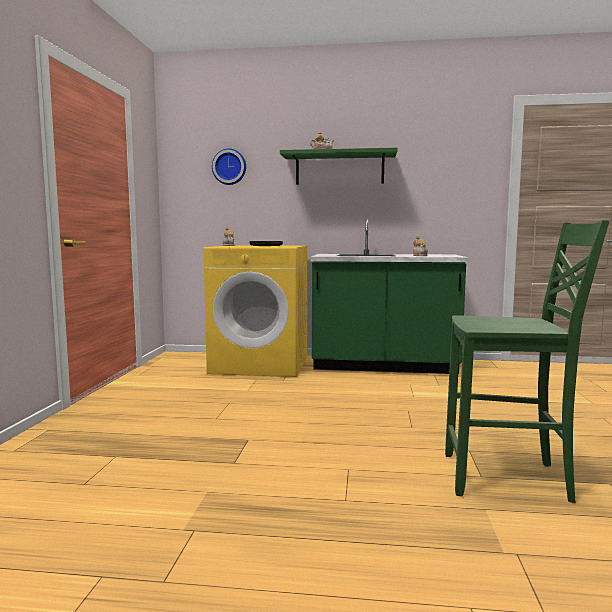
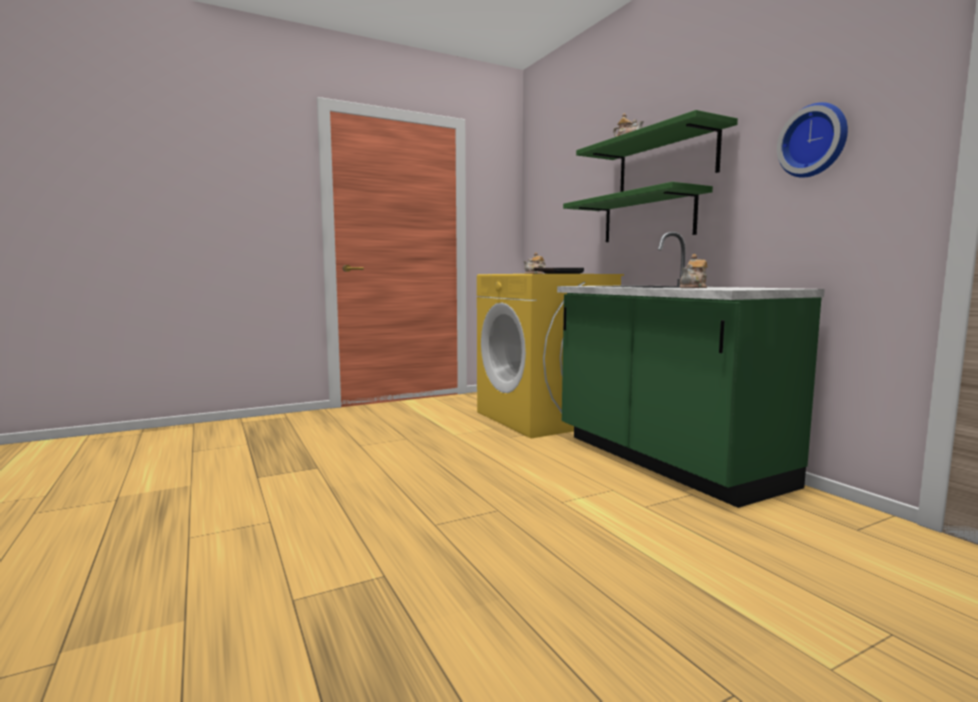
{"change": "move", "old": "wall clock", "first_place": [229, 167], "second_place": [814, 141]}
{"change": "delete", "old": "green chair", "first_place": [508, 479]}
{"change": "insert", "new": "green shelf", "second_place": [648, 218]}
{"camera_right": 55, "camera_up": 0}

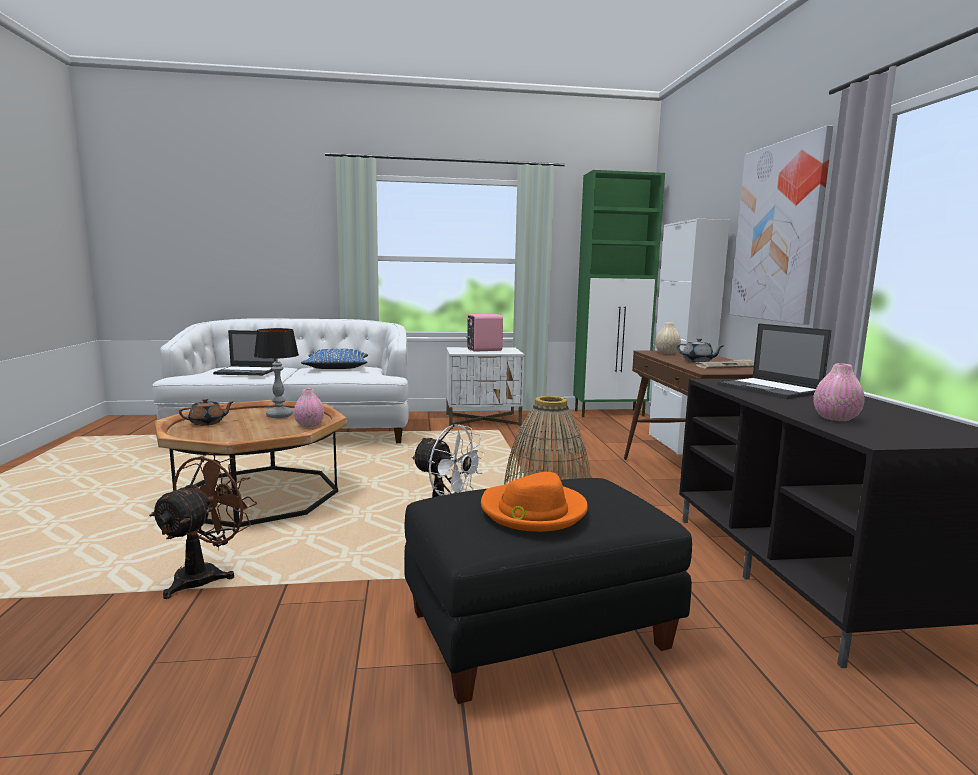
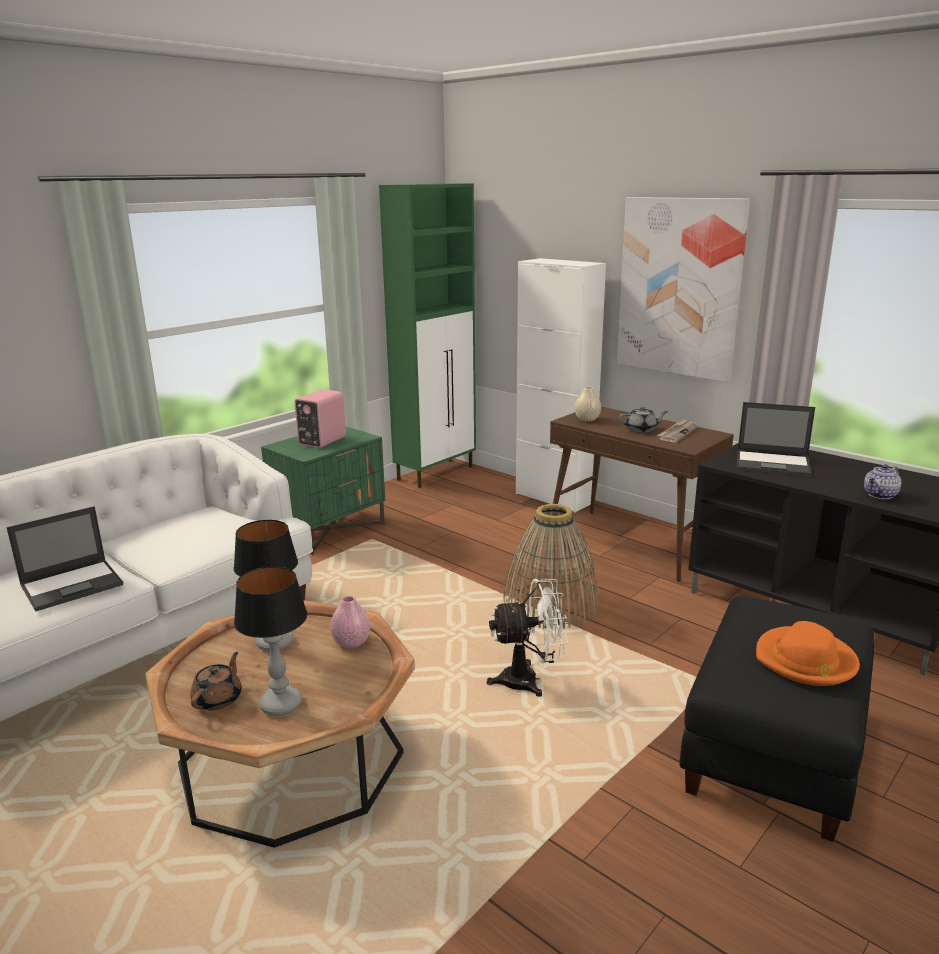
{"change": "recolor", "old": "white nightstand", "new": "green nightstand", "first_place": [483, 420], "second_place": [330, 530]}
{"change": "delete", "old": "blue pillow", "first_place": [336, 367]}
{"change": "replace", "old": "pink vase", "new": "teapot", "first_place": [835, 418], "second_place": [880, 495]}
{"change": "delete", "old": "brown fan", "first_place": [205, 575]}
{"change": "insert", "new": "table lamp", "second_place": [281, 705]}
{"camera_right": -40, "camera_up": 10}

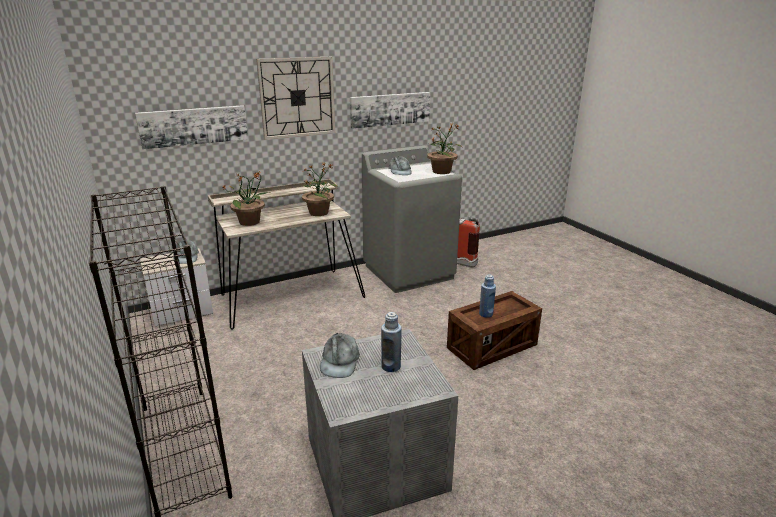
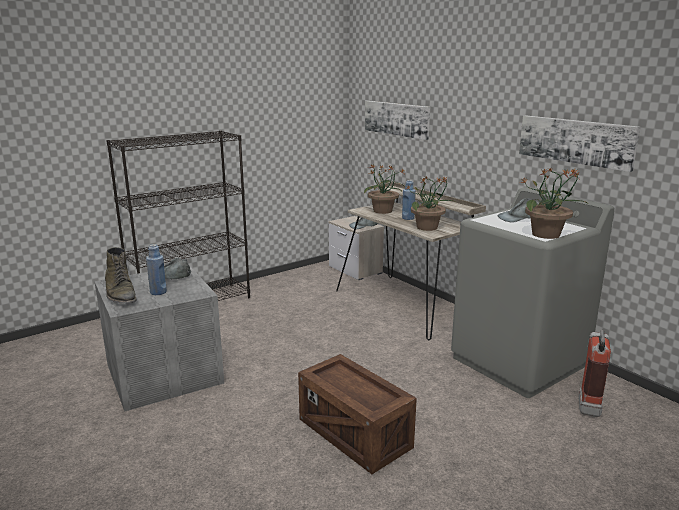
{"change": "delete", "old": "wall clock", "first_place": [297, 97]}
{"change": "move", "old": "blue bottle", "first_place": [486, 314], "second_place": [408, 218]}
{"change": "insert", "new": "green boot", "second_place": [120, 294]}
{"camera_right": 80, "camera_up": -5}

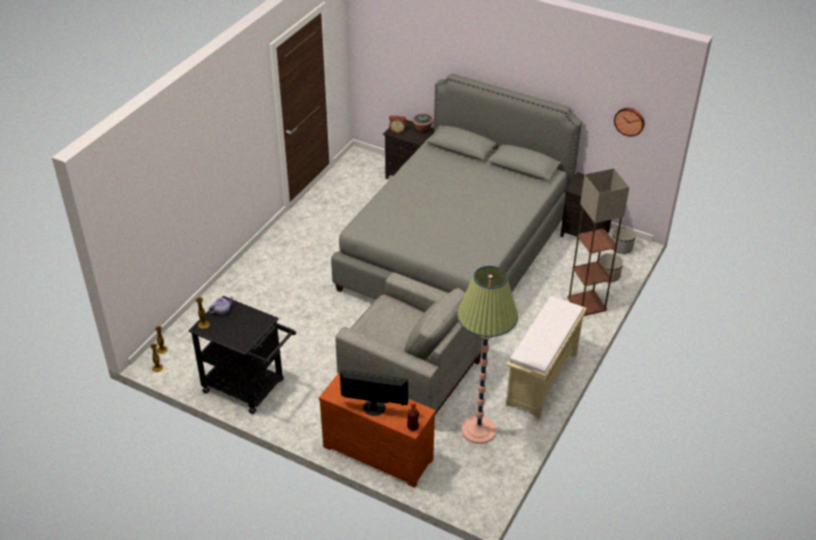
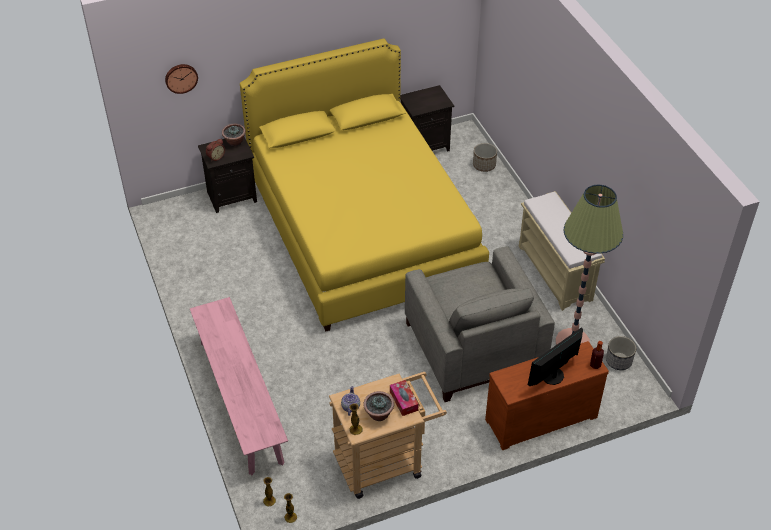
{"change": "recolor", "old": "grey bed", "new": "yellow bed", "first_place": [455, 252], "second_place": [362, 230]}
{"change": "move", "old": "wall clock", "first_place": [629, 121], "second_place": [181, 78]}
{"change": "delete", "old": "floor lamp", "first_place": [587, 304]}
{"change": "move", "old": "planter", "first_place": [621, 248], "second_place": [618, 361]}
{"change": "rotate", "old": "grey armchair", "first_place": [408, 374], "second_place": [472, 346], "degrees": 90}
{"change": "recolor", "old": "black cart", "new": "beige cart", "first_place": [249, 388], "second_place": [385, 462]}
{"change": "insert", "new": "pink bench", "second_place": [240, 401]}
{"change": "insert", "new": "tissue box", "second_place": [403, 401]}
{"change": "insert", "new": "potted plant", "second_place": [378, 415]}
{"camera_right": -50, "camera_up": 5}

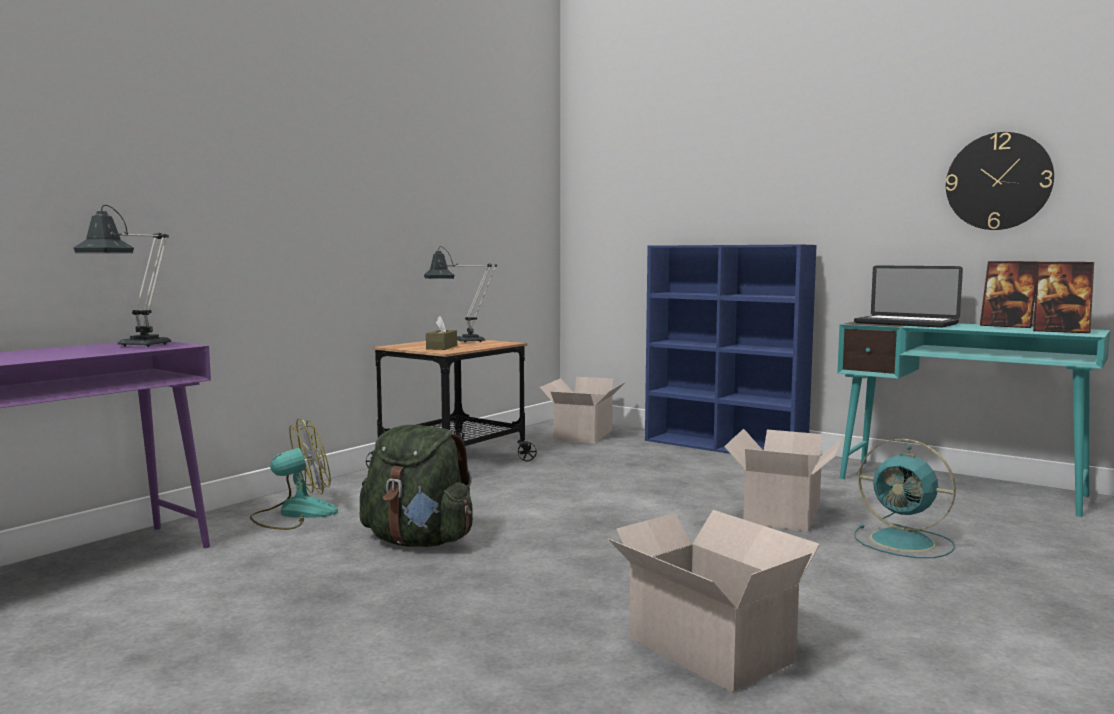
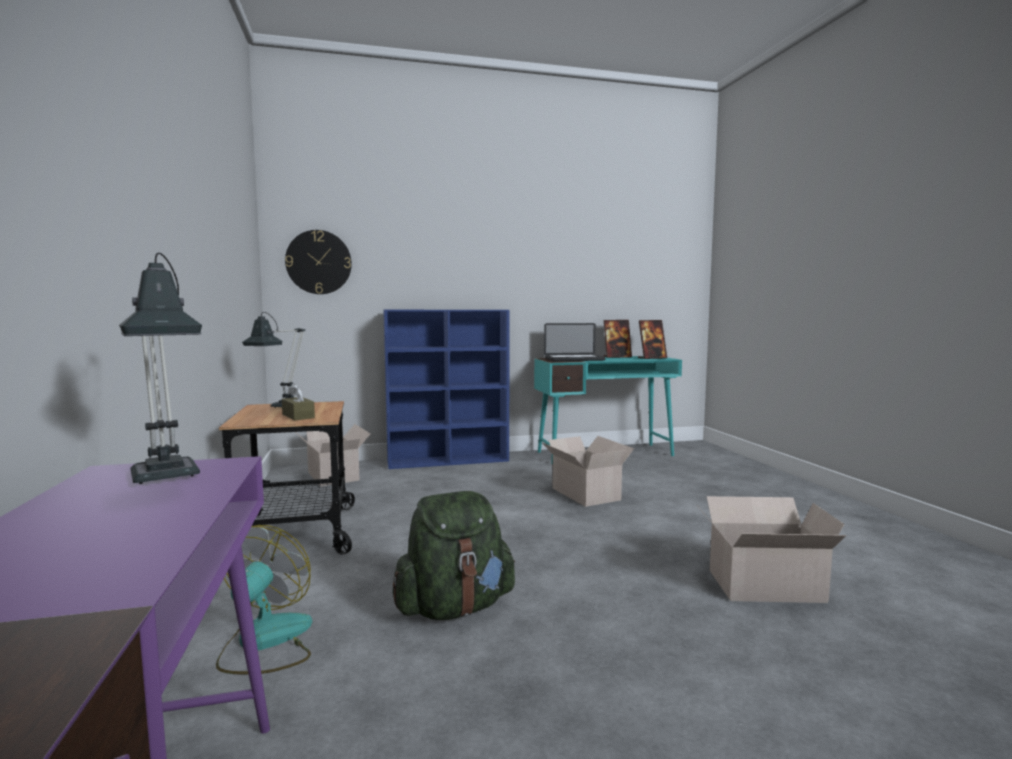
{"change": "move", "old": "wall clock", "first_place": [998, 181], "second_place": [318, 262]}
{"change": "delete", "old": "turquoise fan", "first_place": [905, 542]}
{"camera_right": -50, "camera_up": 0}

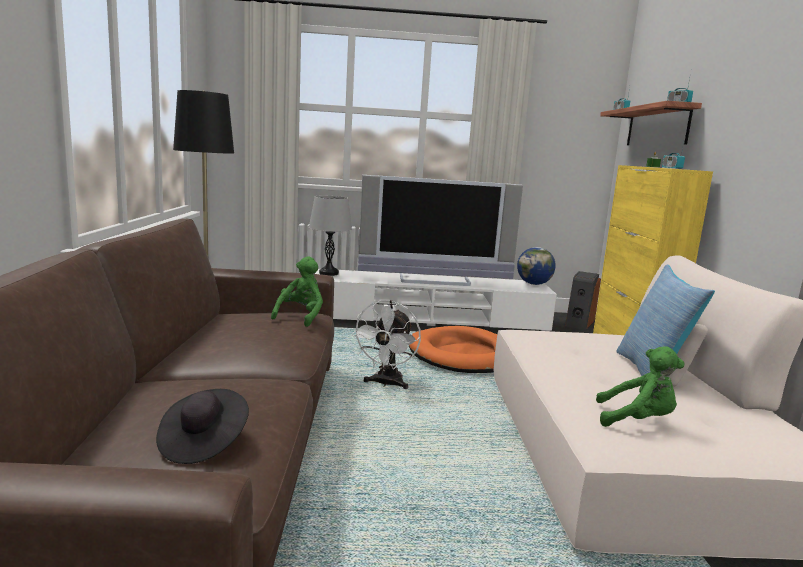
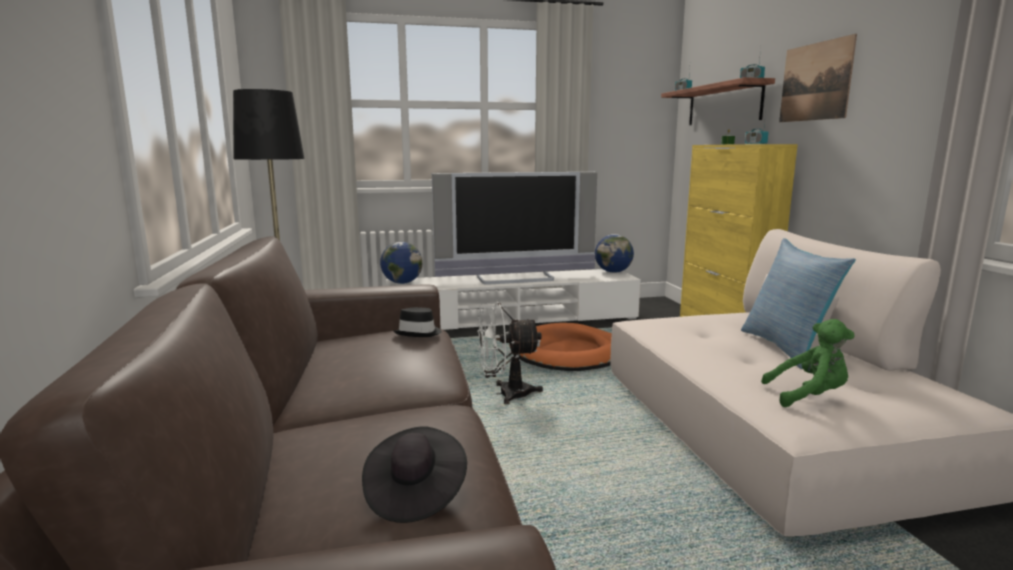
{"change": "replace", "old": "grey table lamp", "new": "globe", "first_place": [328, 273], "second_place": [402, 283]}
{"change": "replace", "old": "green plush toy", "new": "black hat", "first_place": [301, 316], "second_place": [419, 333]}
{"change": "delete", "old": "speaker", "first_place": [579, 323]}
{"change": "rotate", "old": "white fan", "first_place": [386, 384], "second_place": [506, 394], "degrees": 75}
{"change": "insert", "new": "picture", "second_place": [815, 82]}
{"camera_right": -10, "camera_up": 0}

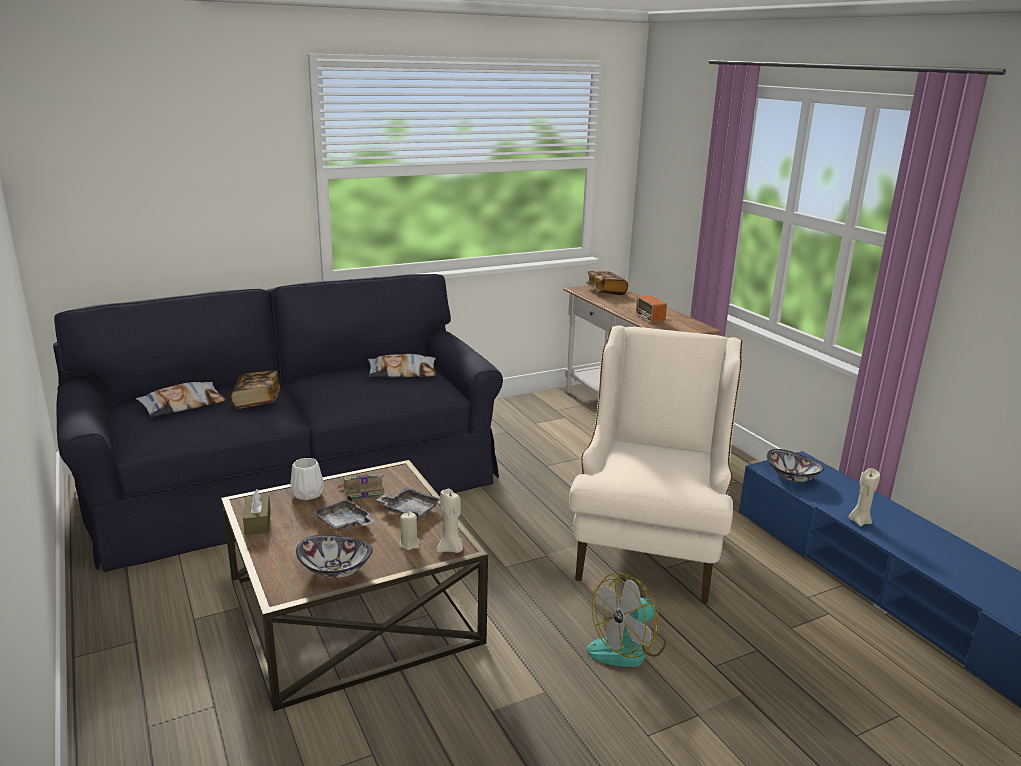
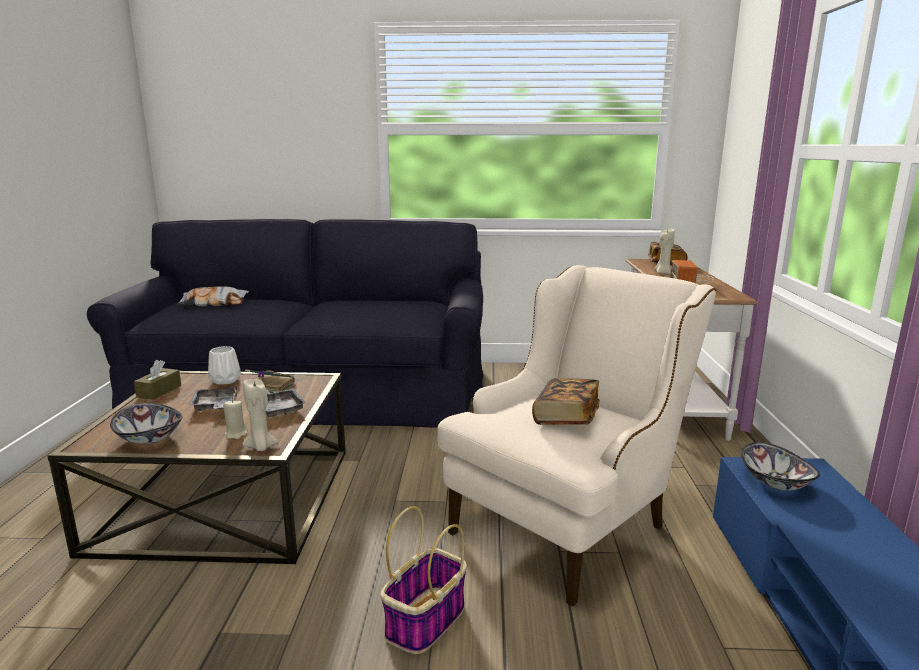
{"change": "delete", "old": "pillow", "first_place": [402, 372]}
{"change": "move", "old": "book", "first_place": [257, 401], "second_place": [566, 417]}
{"change": "move", "old": "beige candle", "first_place": [859, 521], "second_place": [663, 273]}
{"change": "replace", "old": "fan", "new": "basket", "first_place": [627, 647], "second_place": [425, 622]}
{"camera_right": 30, "camera_up": -5}

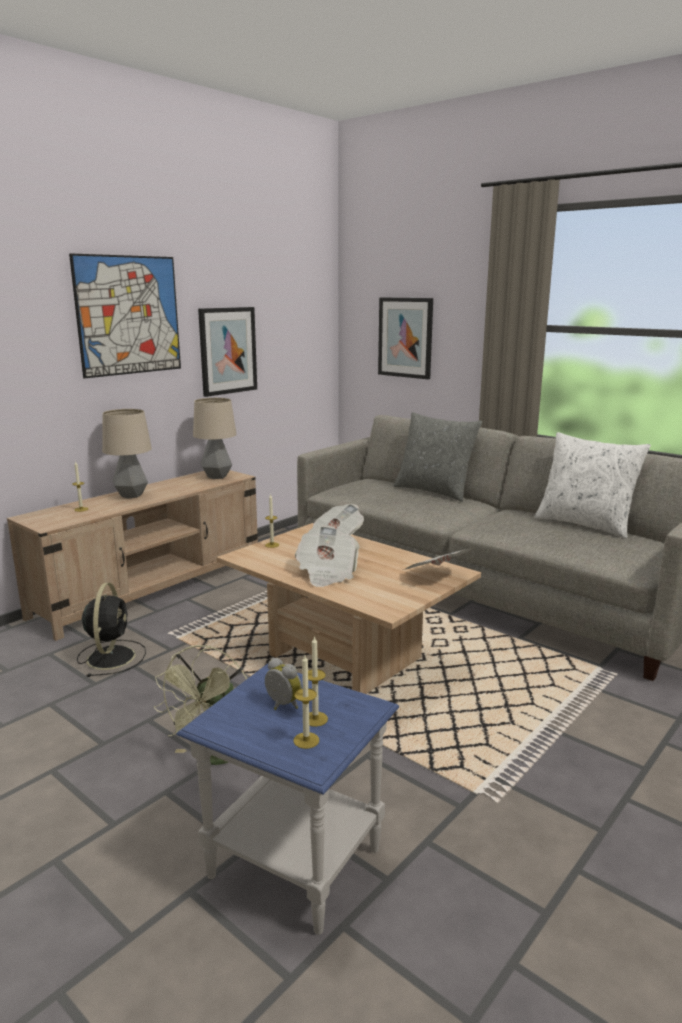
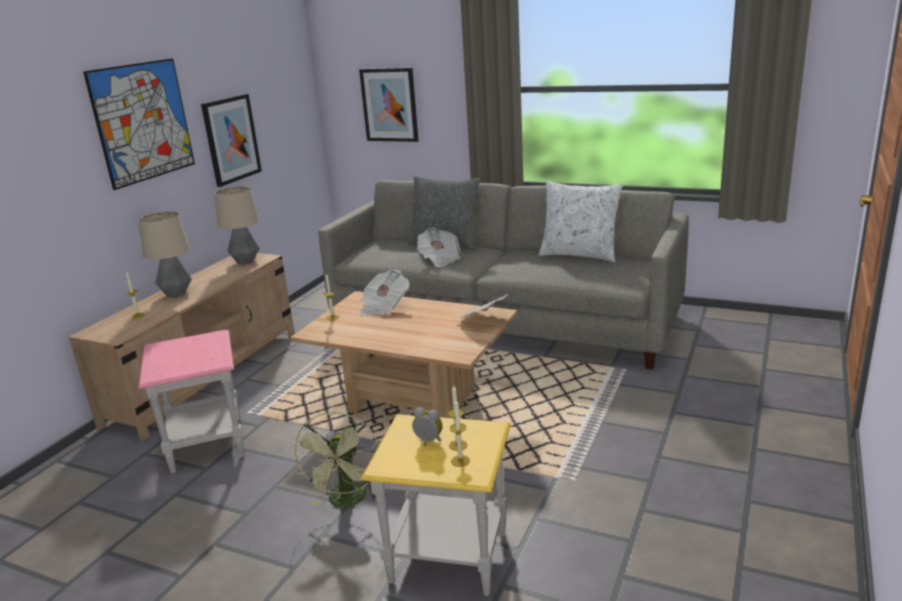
{"change": "move", "old": "newspaper", "first_place": [327, 573], "second_place": [439, 259]}
{"change": "replace", "old": "black fan", "new": "pink side table", "first_place": [111, 656], "second_place": [207, 443]}
{"change": "recolor", "old": "blue side table", "new": "yellow side table", "first_place": [293, 862], "second_place": [447, 556]}
{"camera_right": -15, "camera_up": 5}

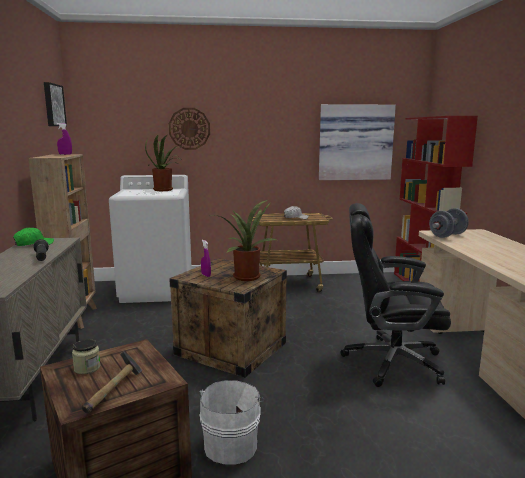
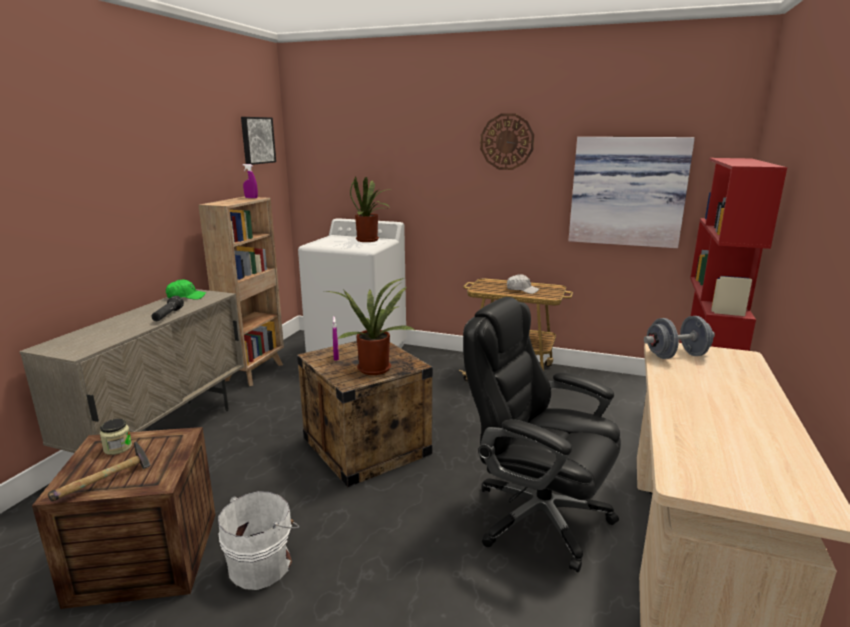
{"change": "move", "old": "wall clock", "first_place": [189, 128], "second_place": [507, 142]}
{"camera_right": 25, "camera_up": 5}

